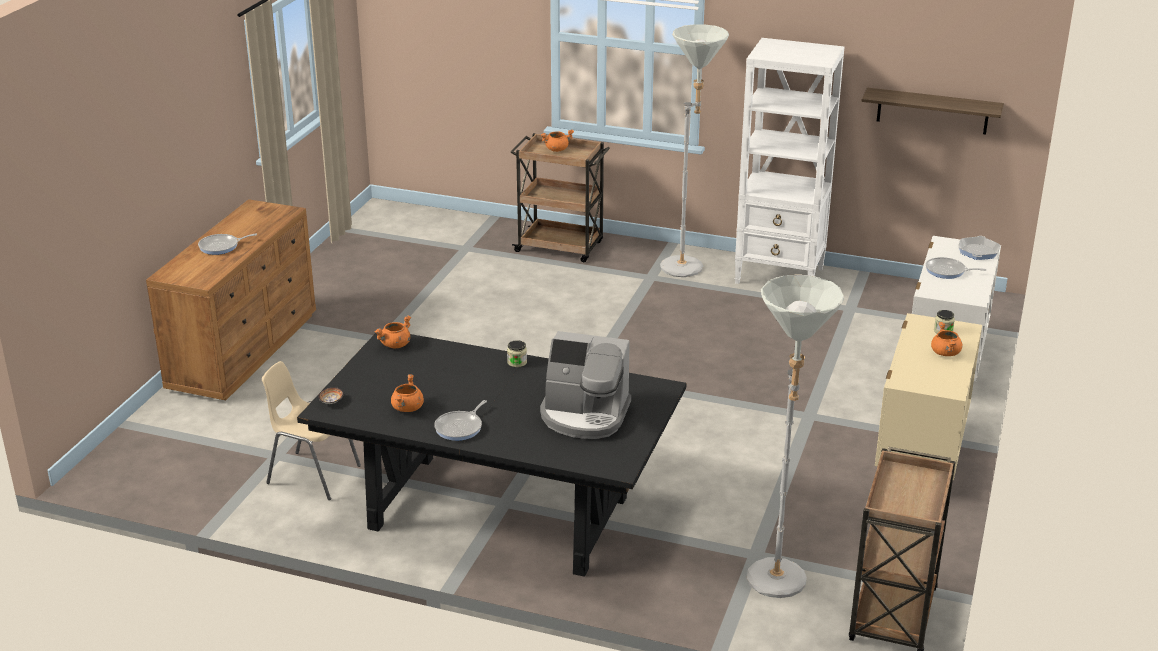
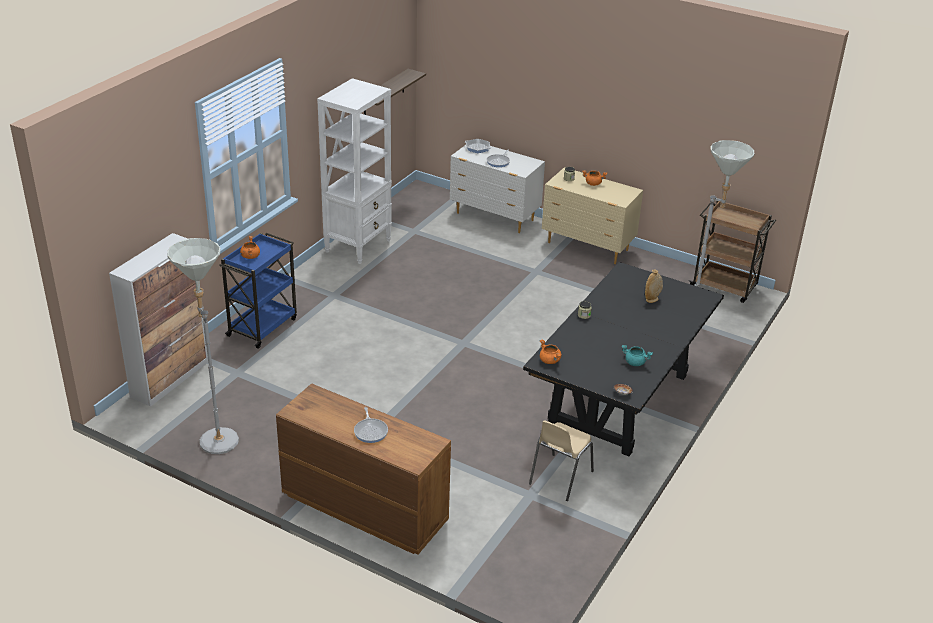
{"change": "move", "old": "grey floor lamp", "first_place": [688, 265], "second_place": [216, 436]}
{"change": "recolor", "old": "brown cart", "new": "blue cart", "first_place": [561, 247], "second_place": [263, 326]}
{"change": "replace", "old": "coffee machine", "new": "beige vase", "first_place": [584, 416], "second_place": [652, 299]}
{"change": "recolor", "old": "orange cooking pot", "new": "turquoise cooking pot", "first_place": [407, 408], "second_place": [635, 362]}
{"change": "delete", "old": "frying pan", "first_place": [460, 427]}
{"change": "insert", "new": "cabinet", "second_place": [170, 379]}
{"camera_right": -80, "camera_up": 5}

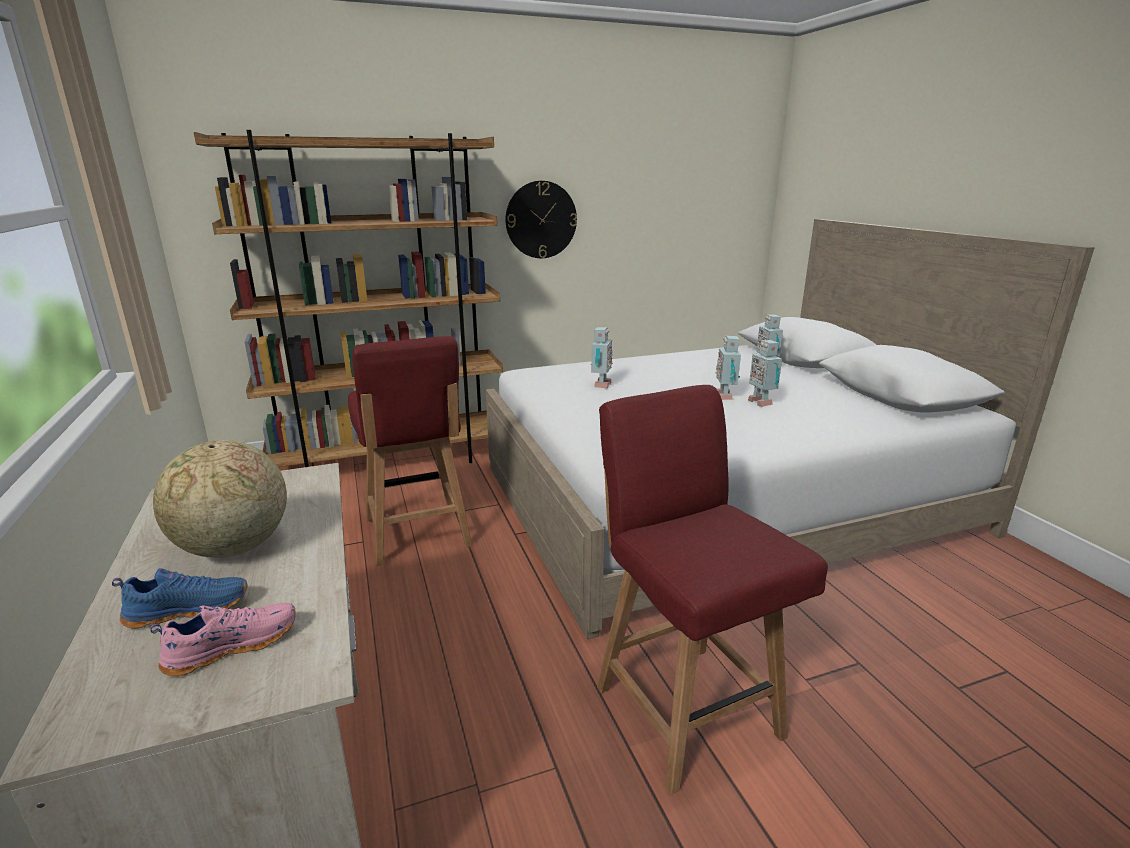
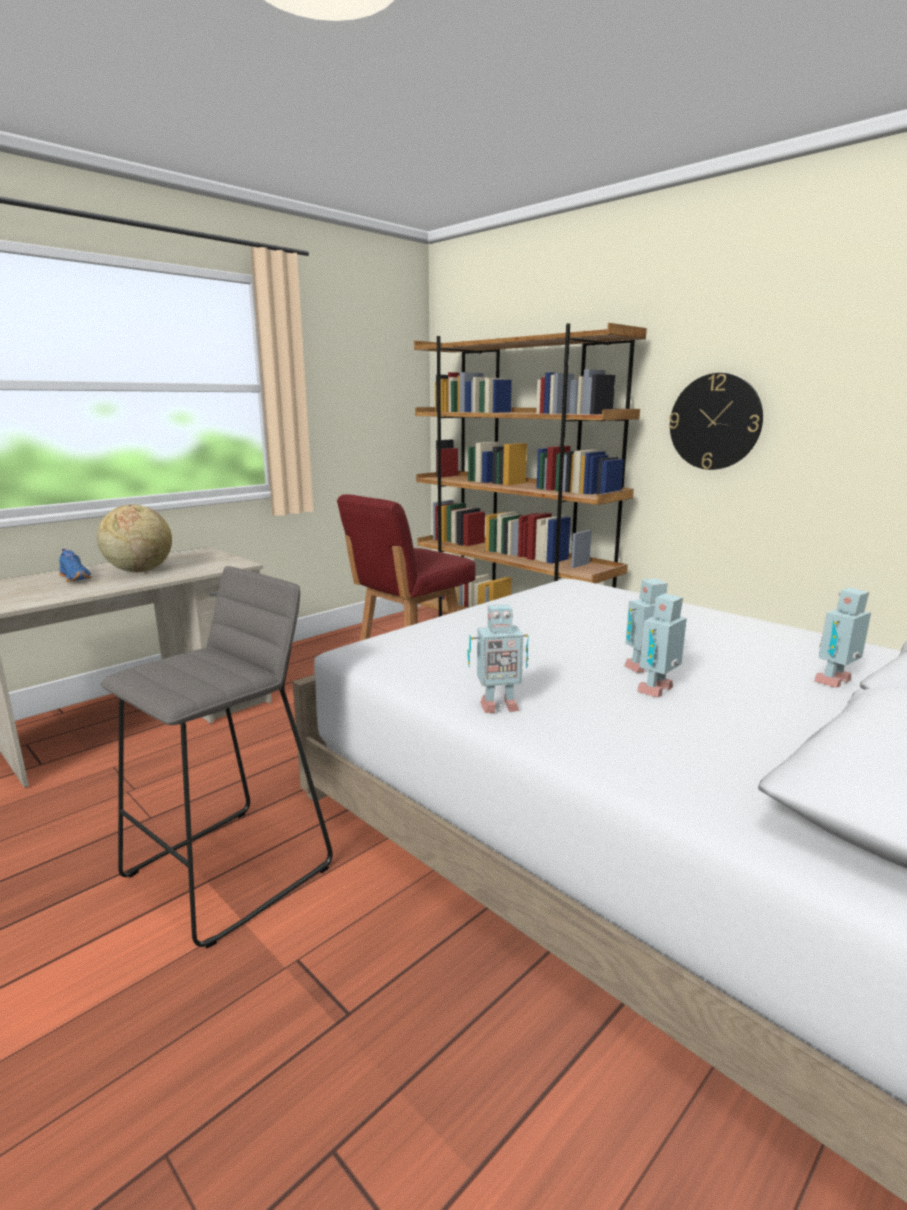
{"change": "move", "old": "toy robot", "first_place": [600, 385], "second_place": [497, 706]}
{"change": "replace", "old": "red chair", "new": "grey stool", "first_place": [685, 707], "second_place": [230, 871]}
{"change": "delete", "old": "pink shoe", "first_place": [232, 645]}
{"camera_right": 65, "camera_up": -5}

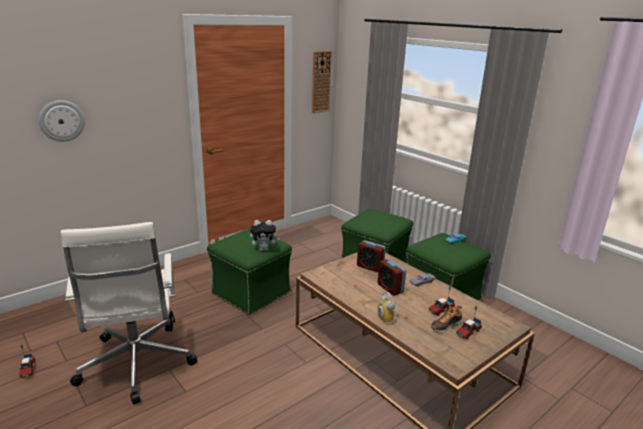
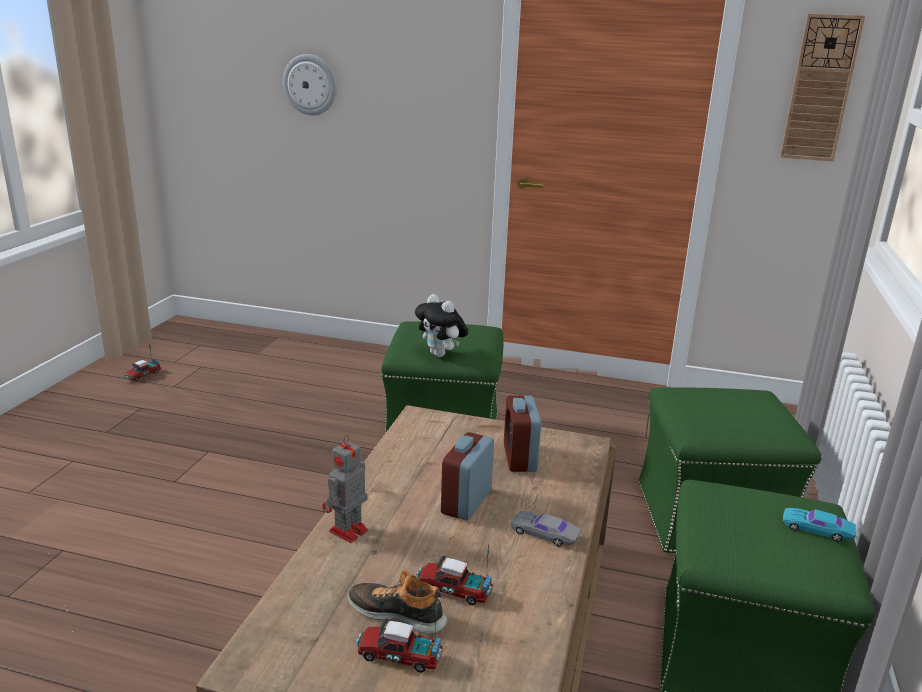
{"change": "delete", "old": "white office chair", "first_place": [136, 365]}
{"change": "replace", "old": "alarm clock", "new": "toy robot", "first_place": [388, 319], "second_place": [347, 532]}
{"camera_right": 55, "camera_up": 0}

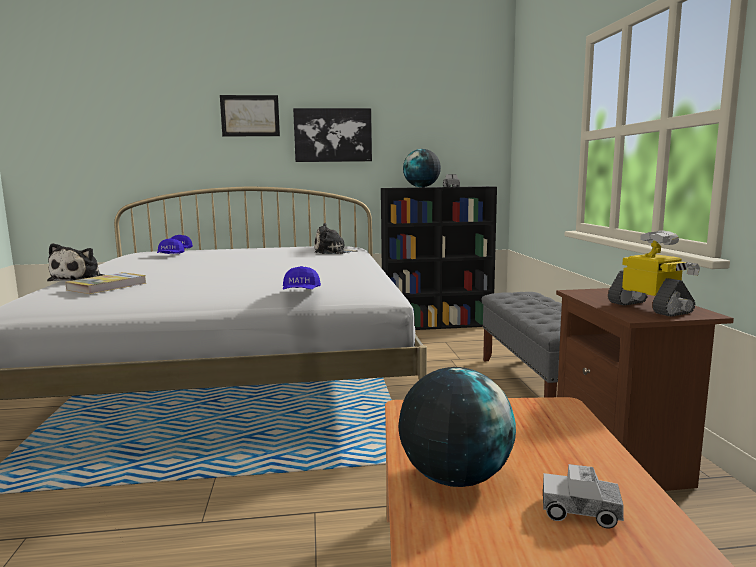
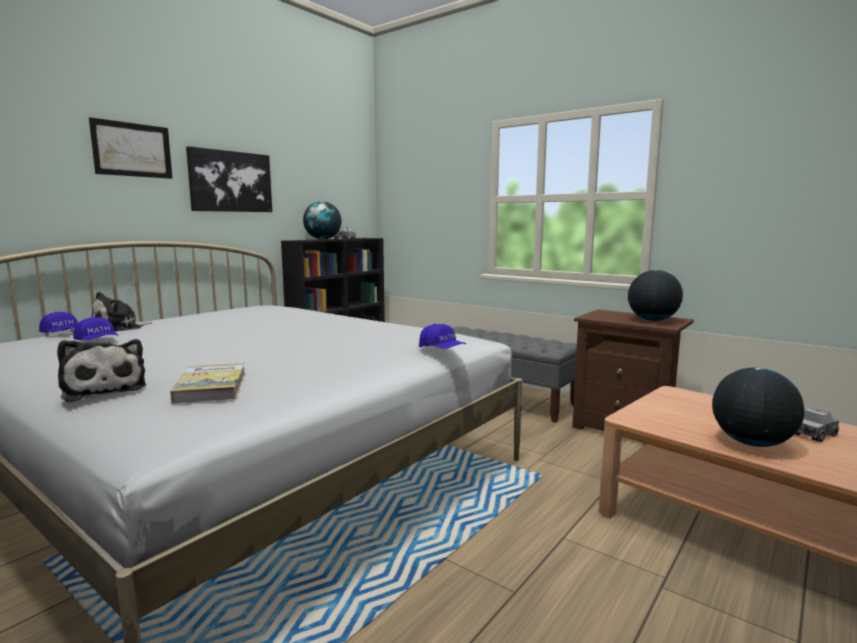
{"change": "move", "old": "plush toy", "first_place": [332, 252], "second_place": [119, 328]}
{"change": "replace", "old": "toy robot", "new": "globe", "first_place": [650, 308], "second_place": [652, 320]}
{"camera_right": -45, "camera_up": 0}

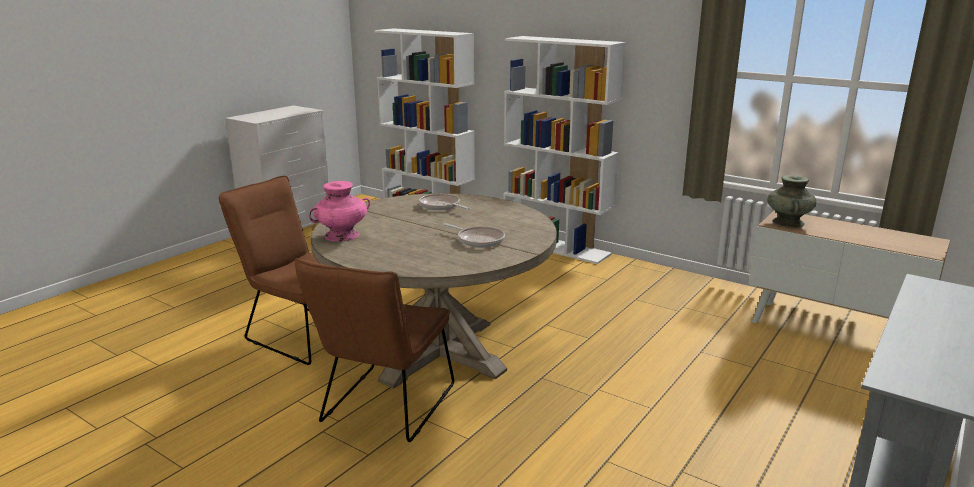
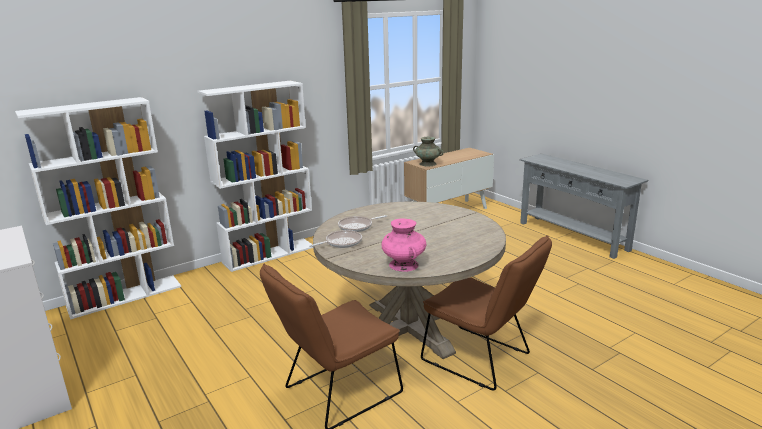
{"change": "move", "old": "frying pan", "first_place": [478, 240], "second_place": [341, 242]}
{"camera_right": -70, "camera_up": 0}

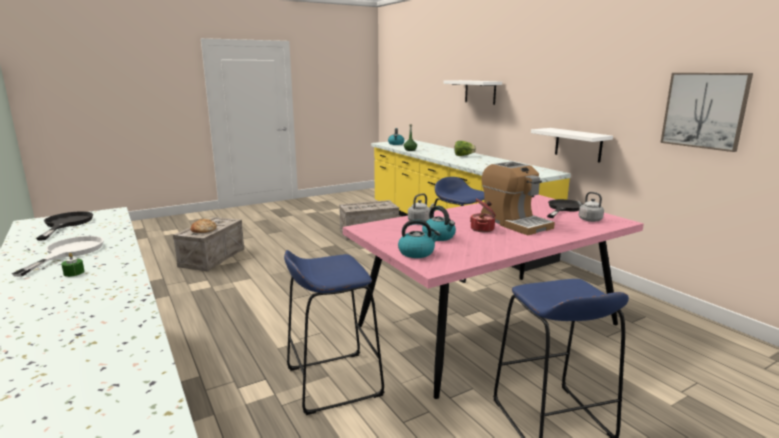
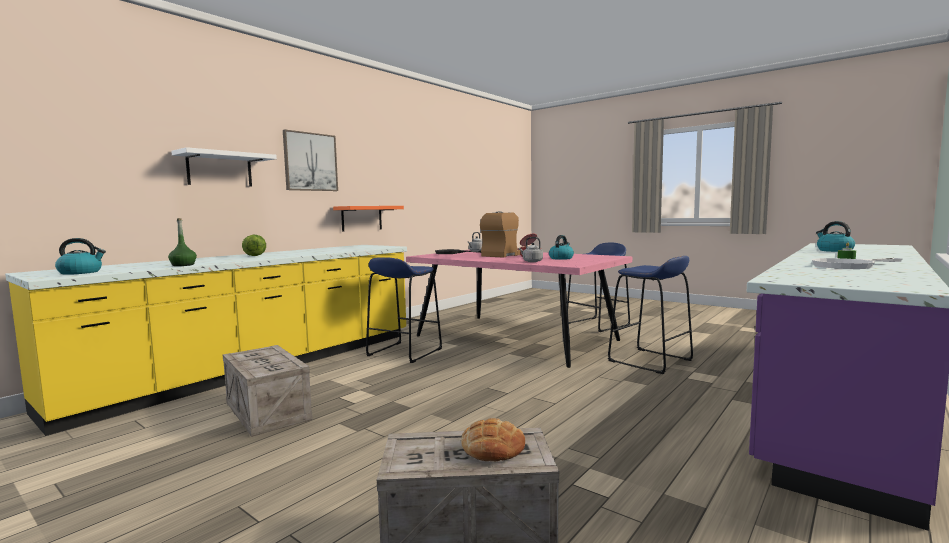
{"change": "move", "old": "picture", "first_place": [704, 110], "second_place": [310, 162]}
{"change": "recolor", "old": "white shelf", "new": "orange shelf", "first_place": [578, 144], "second_place": [361, 218]}
{"change": "delete", "old": "black frying pan", "first_place": [66, 224]}
{"change": "move", "old": "kettle", "first_place": [417, 253], "second_place": [834, 250]}
{"camera_right": -110, "camera_up": -10}

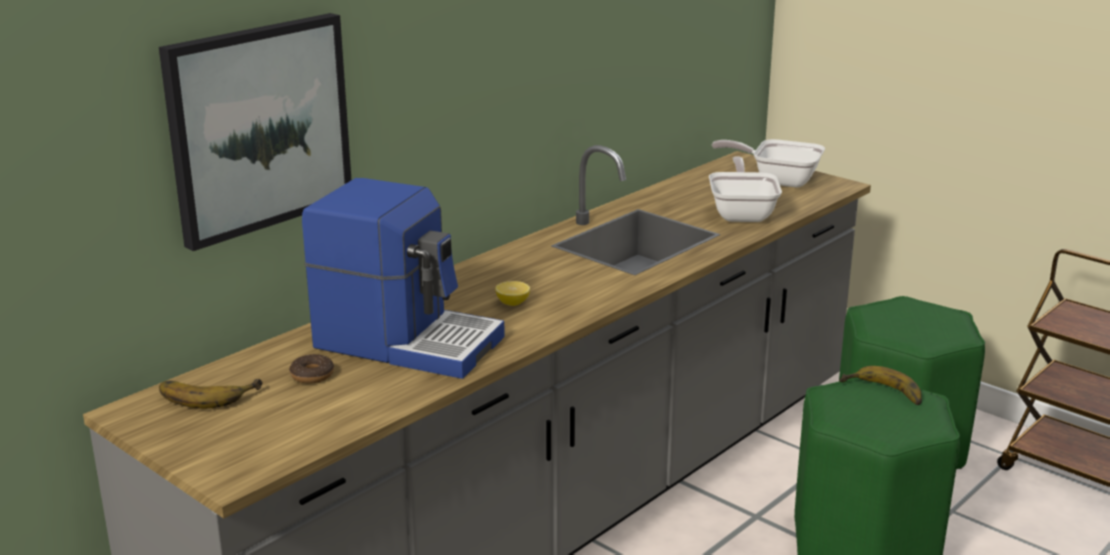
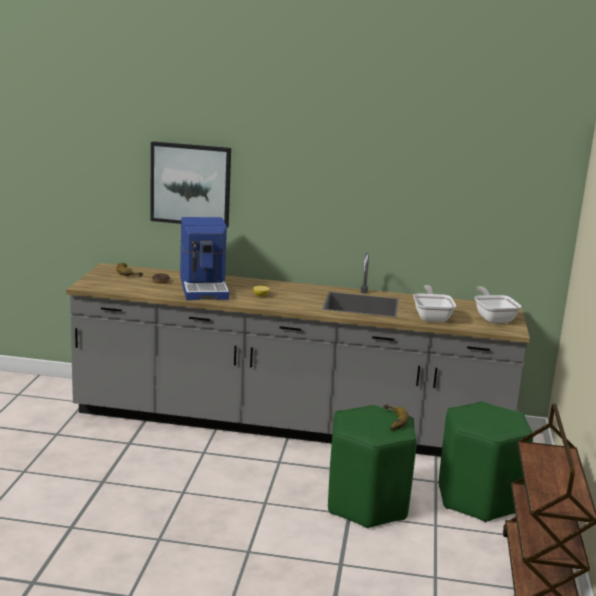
{"change": "rotate", "old": "frying pan", "first_place": [742, 213], "second_place": [431, 317], "degrees": -60}
{"camera_right": 55, "camera_up": -5}

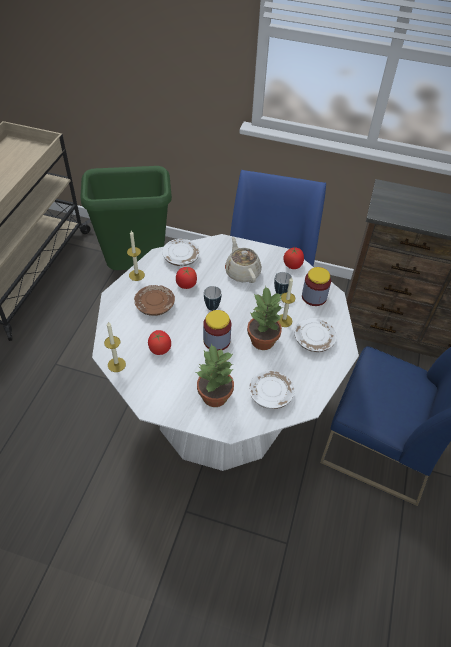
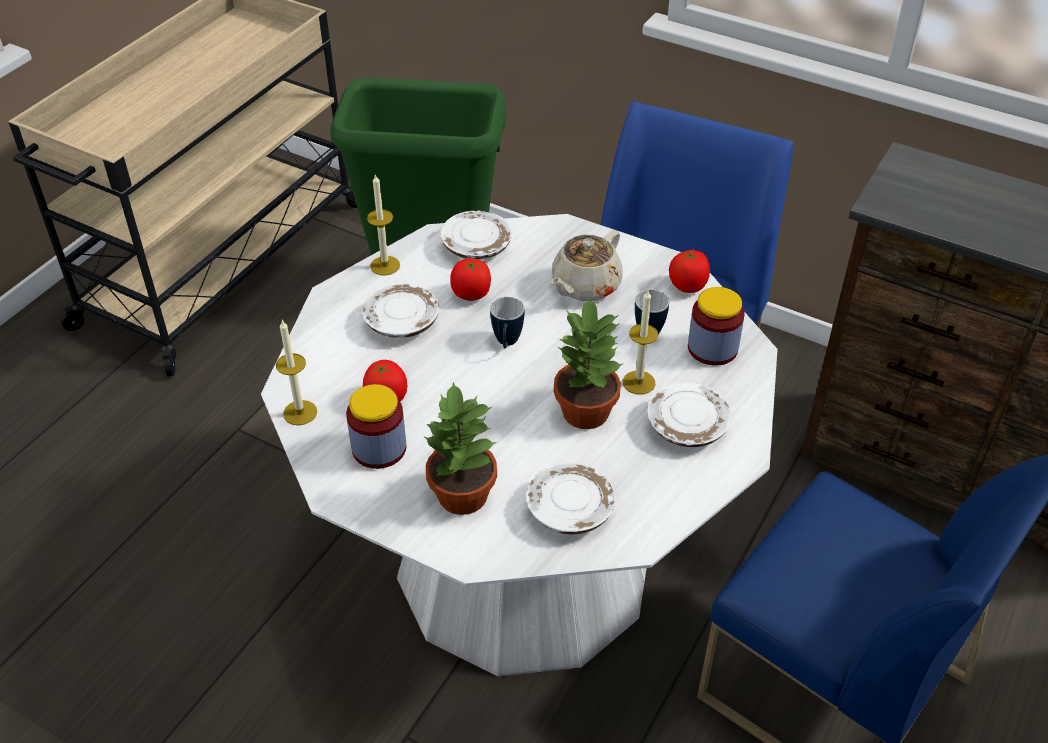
{"change": "rotate", "old": "beige teapot", "first_place": [242, 272], "second_place": [585, 286], "degrees": -135}
{"change": "recolor", "old": "brown plate", "new": "white plate", "first_place": [154, 305], "second_place": [401, 321]}
{"change": "move", "old": "jar", "first_place": [216, 340], "second_place": [379, 448]}
{"camera_right": 15, "camera_up": -5}

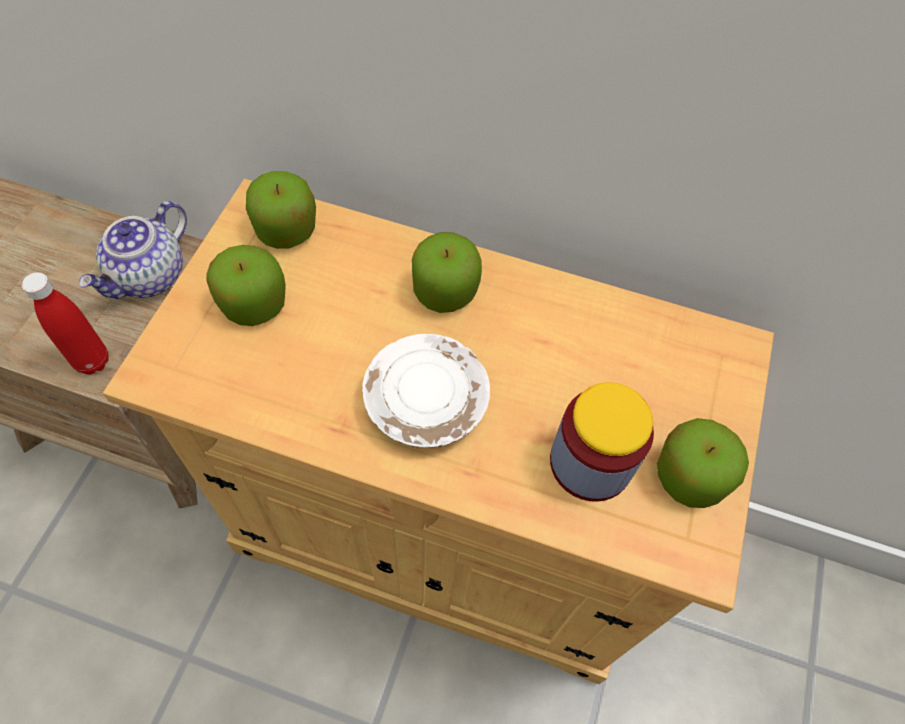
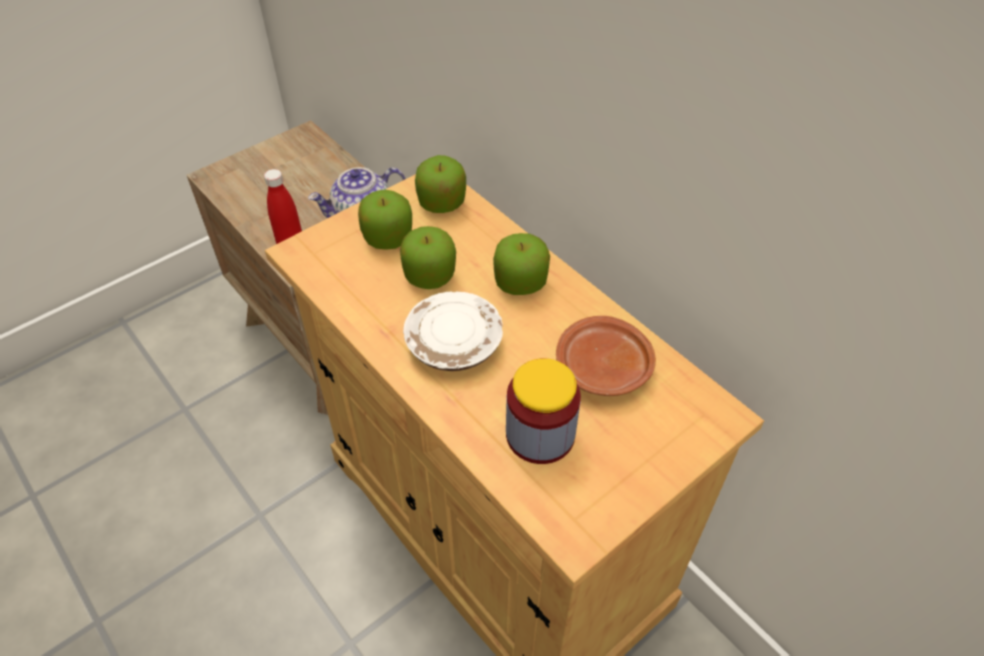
{"change": "move", "old": "apple", "first_place": [689, 477], "second_place": [430, 275]}
{"change": "insert", "new": "brown plate", "second_place": [603, 368]}
{"camera_right": 35, "camera_up": -10}

